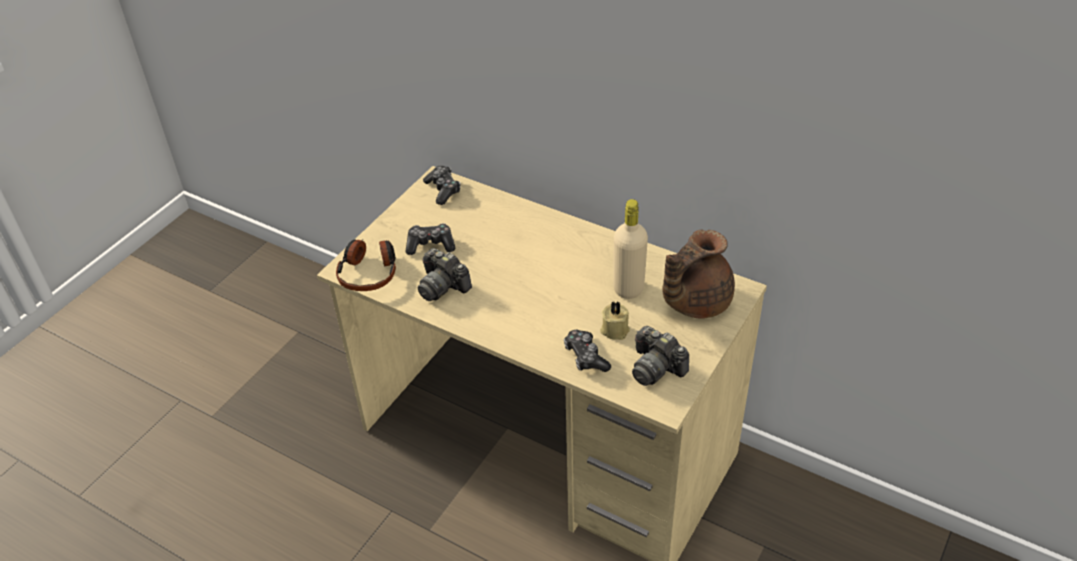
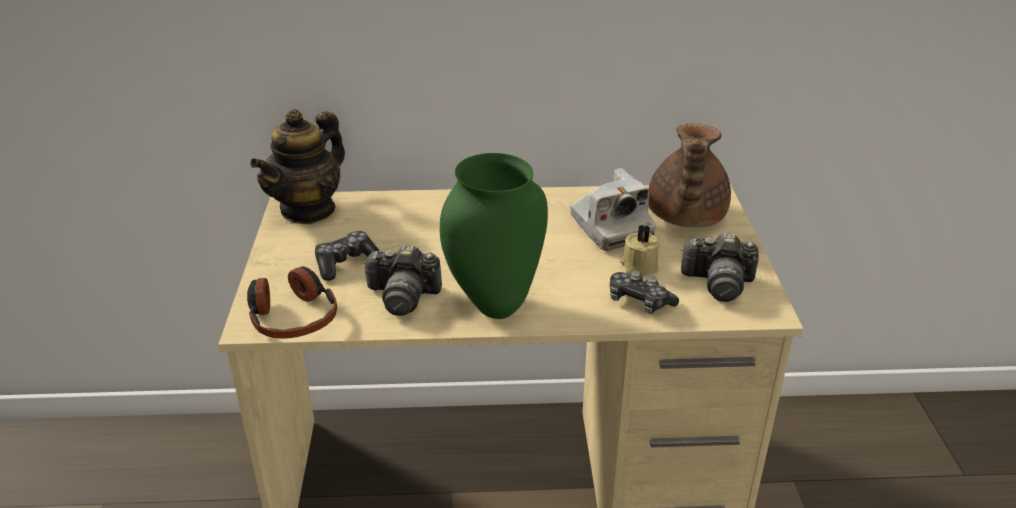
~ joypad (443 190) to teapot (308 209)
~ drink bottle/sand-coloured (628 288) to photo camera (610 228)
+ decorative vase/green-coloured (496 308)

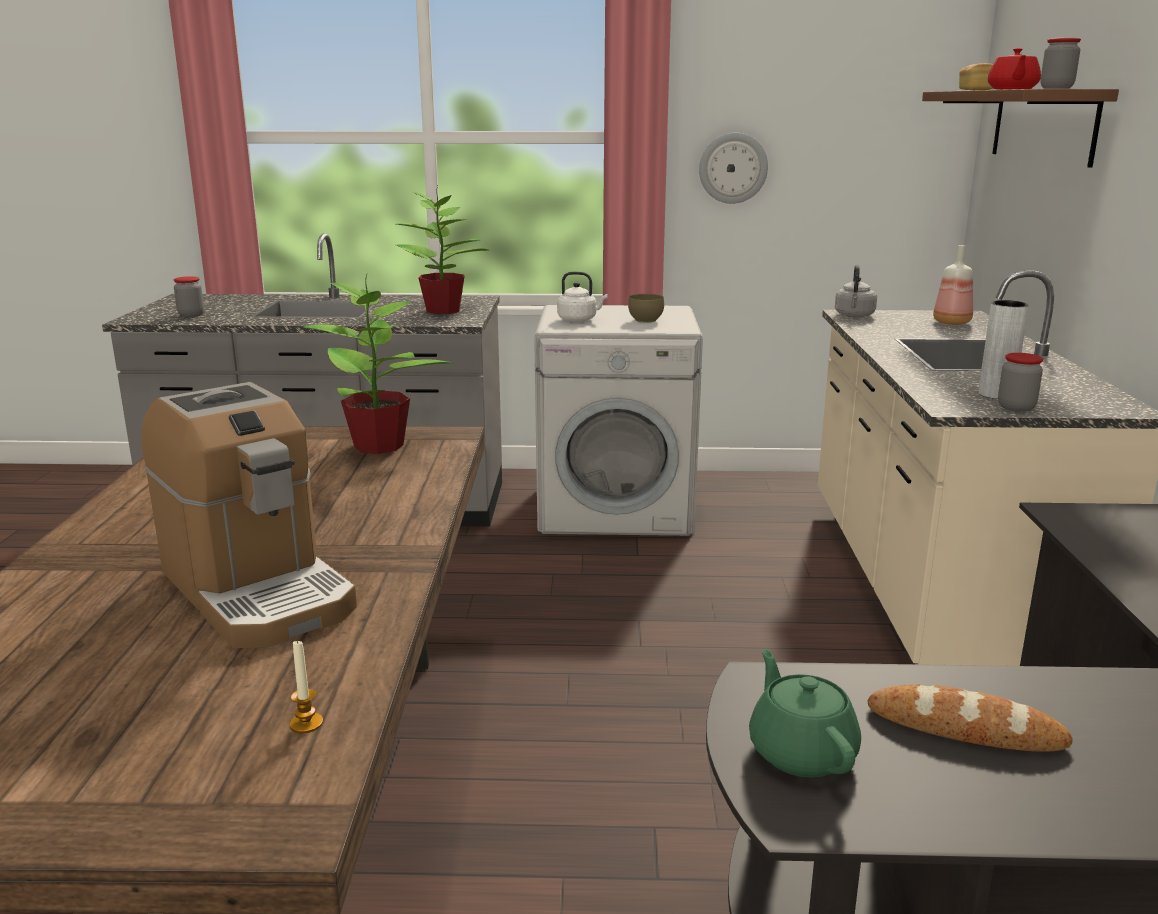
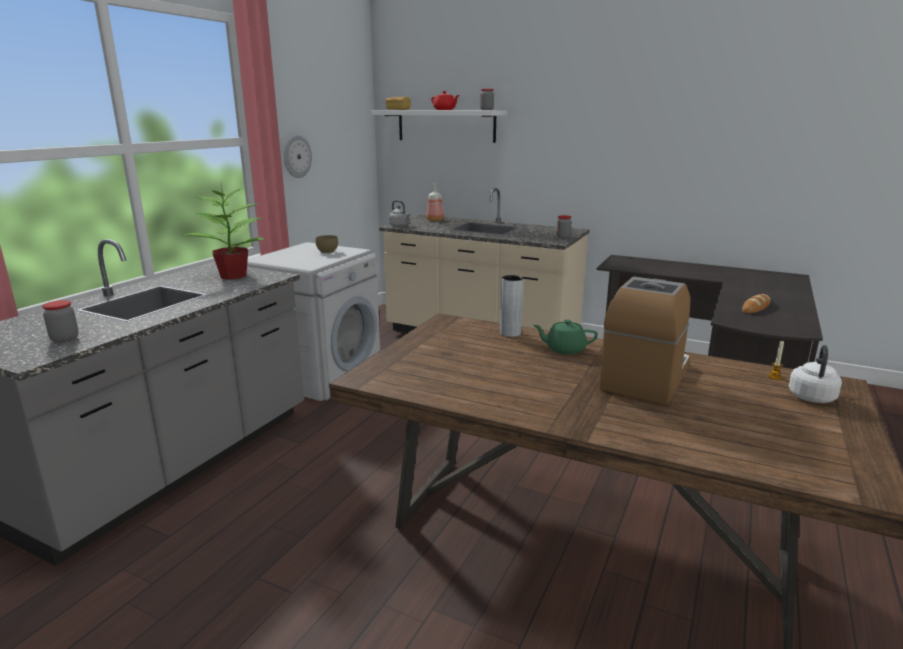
~ shelf/brown-coloured (1043 125) to shelf/whitish (446 126)
~ water kettle/whitish (579 320) to (811 396)
- potted plant (380 446)
~ decorative vase/grey (996 394) to (510 333)
~ coffee brewer (257 590) = (645 377) 45 degrees counterclockwise
~ teapot/green-coloured (801 751) to (564 349)

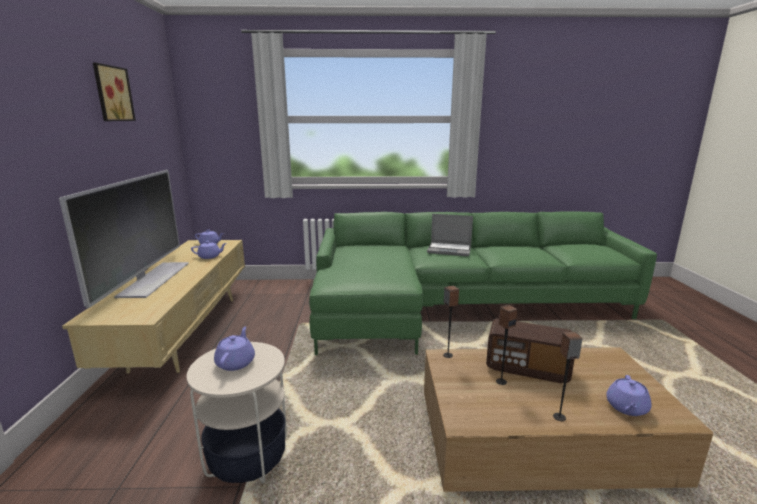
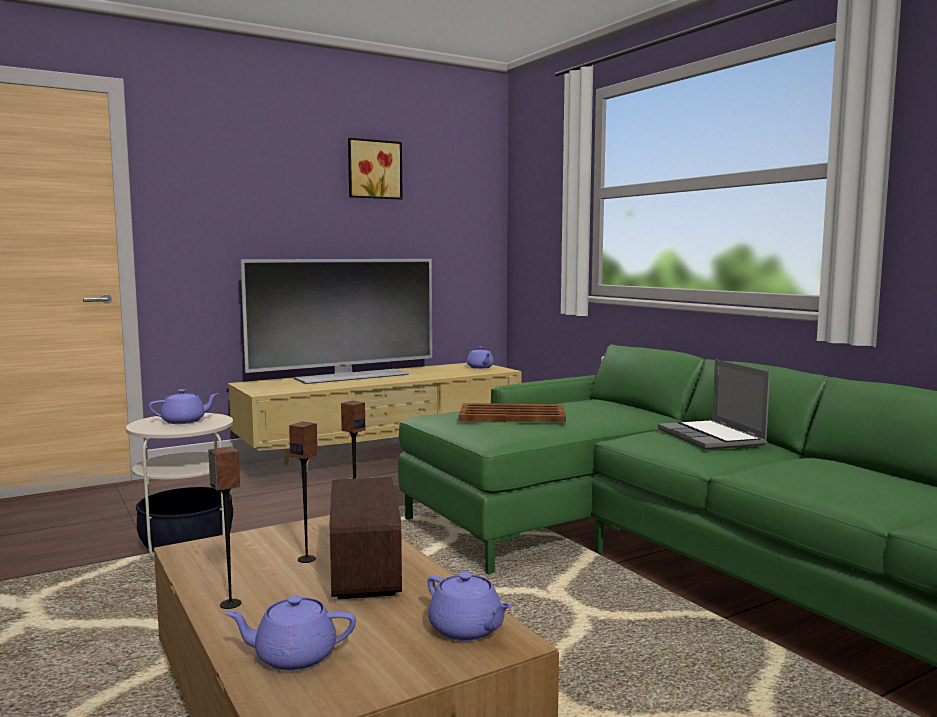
~ teapot/purplish (210 256) to (467 630)
+ tray/brown-coloured (513 415)

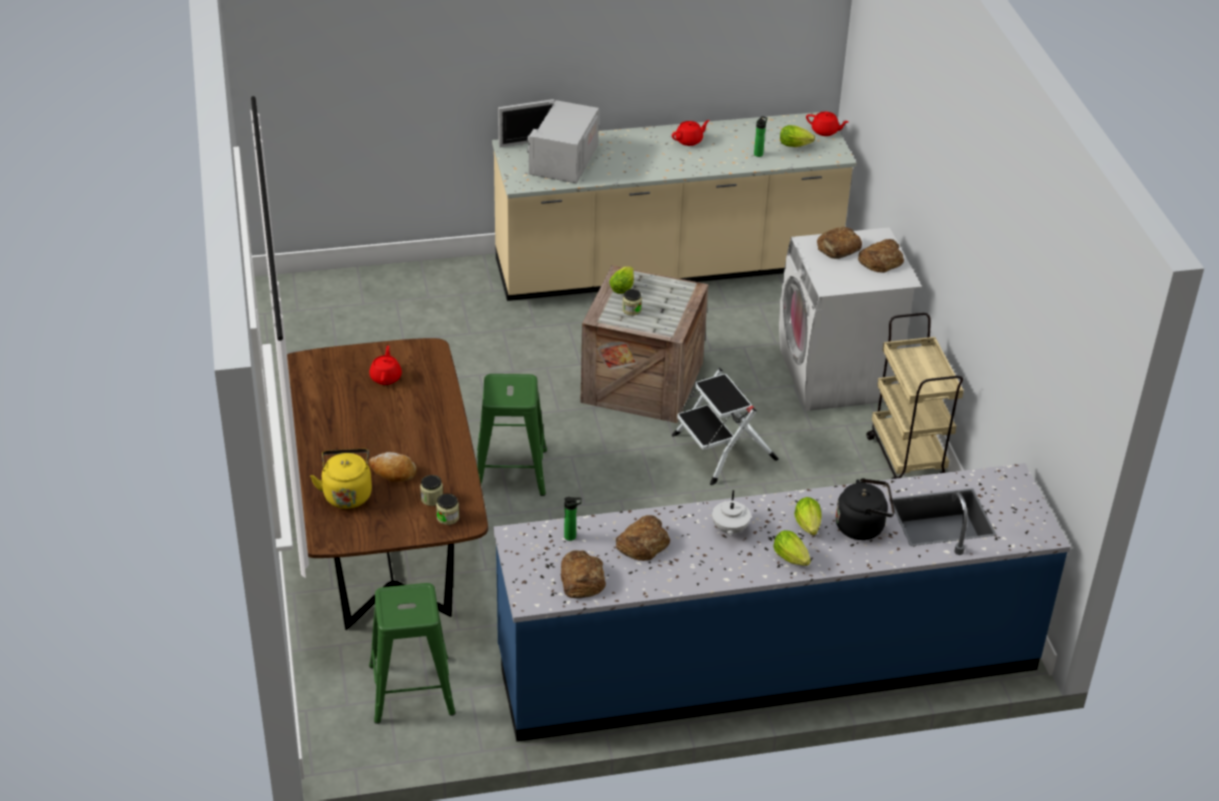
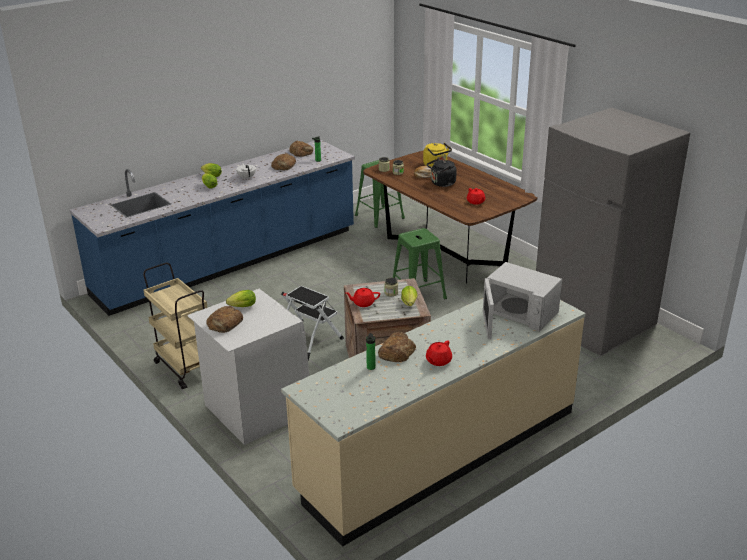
~ microwave/whitish (561 159) = (518 313) 135 degrees clockwise
~ teapot/red (825 131) to (363 303)
~ head of lettuce (796 145) to (241 307)
~ baked bread (838 247) to (396 351)
~ water kettle/black-coloured (863 526) to (442 184)
+ kitchen fridge/grey (593 321)

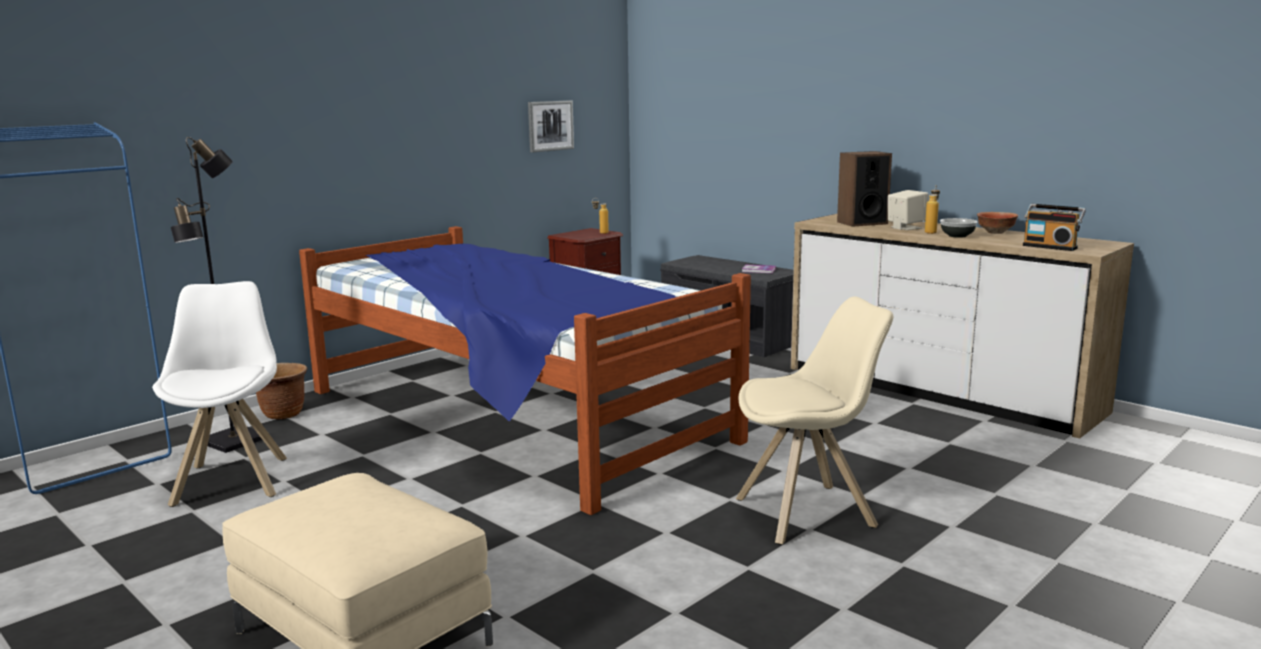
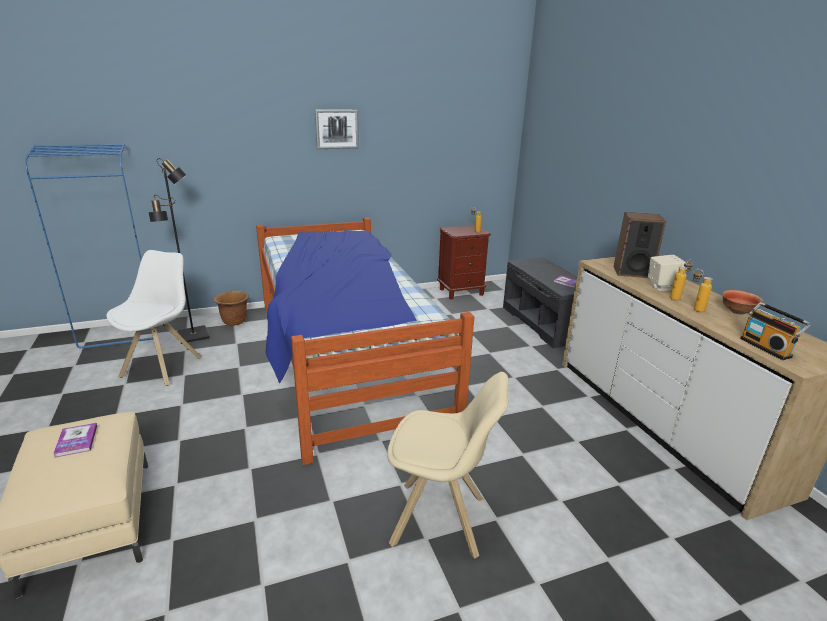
~ wall art (550 126) to (337 129)
~ bowl (957 236) to drink bottle (694 309)
+ book (76 441)

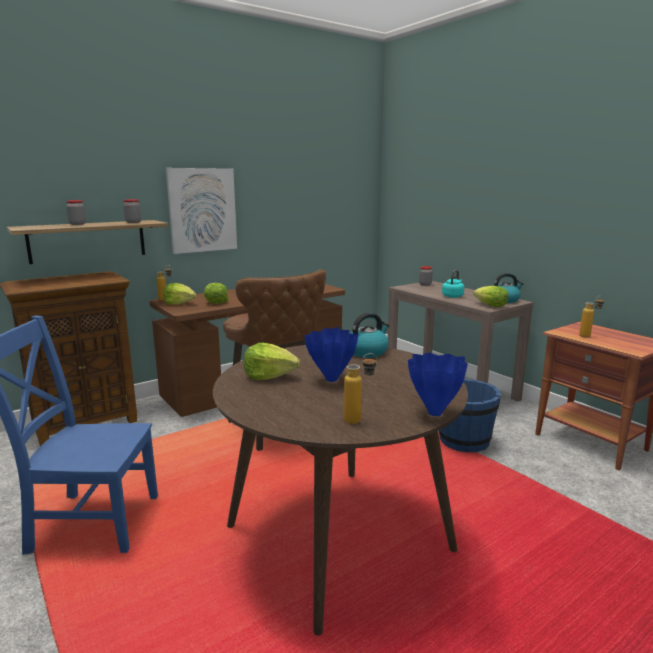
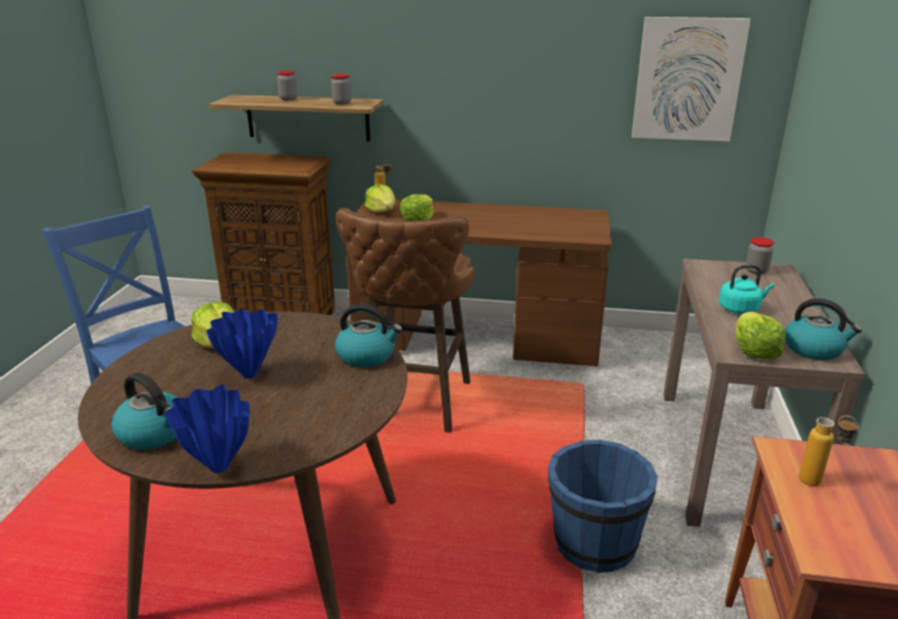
~ wall art (202 210) to (687 79)
~ drink bottle (359 420) to water kettle (154 433)

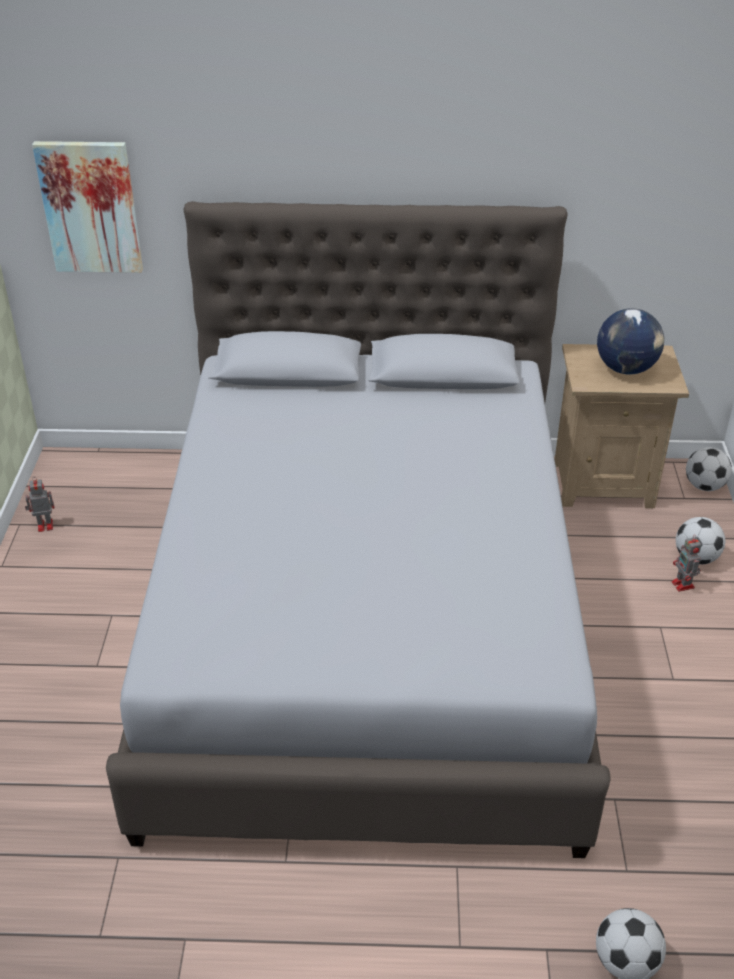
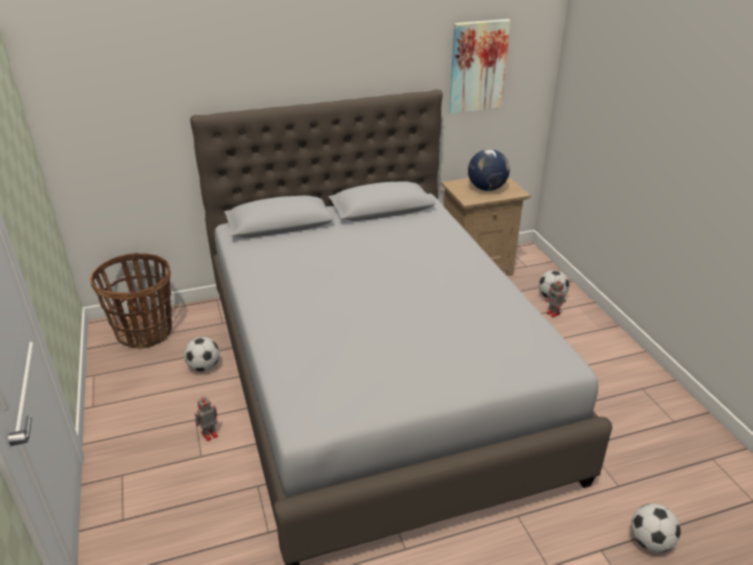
~ wall art (90 207) to (477 66)
~ football (704 486) to (204 367)
~ toy robot (44 525) to (209 435)
+ storage basket (145 332)

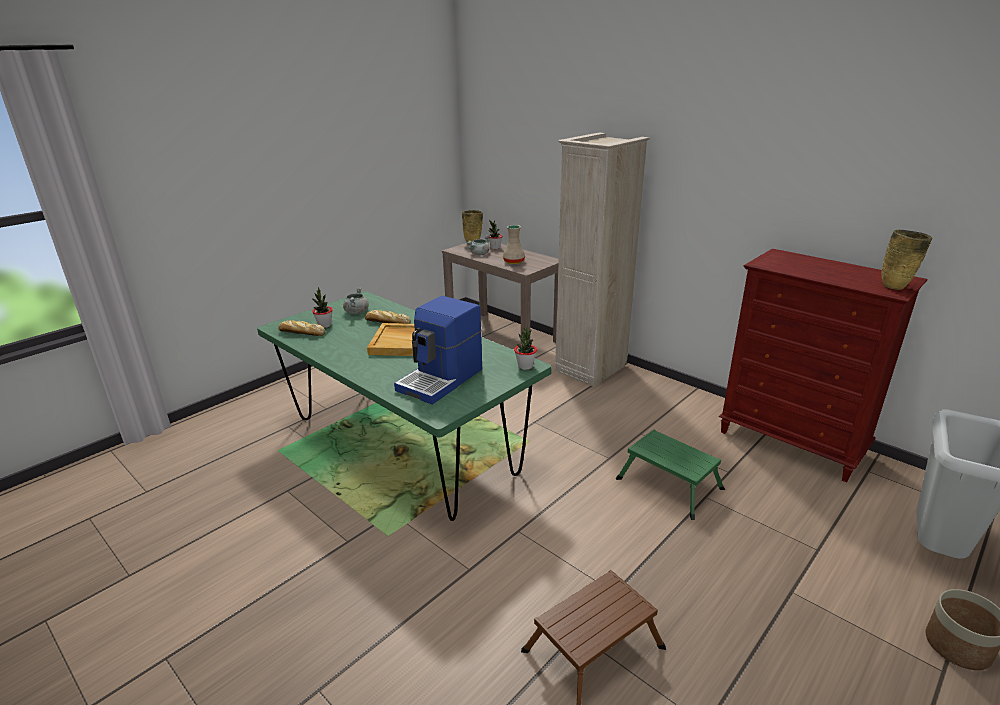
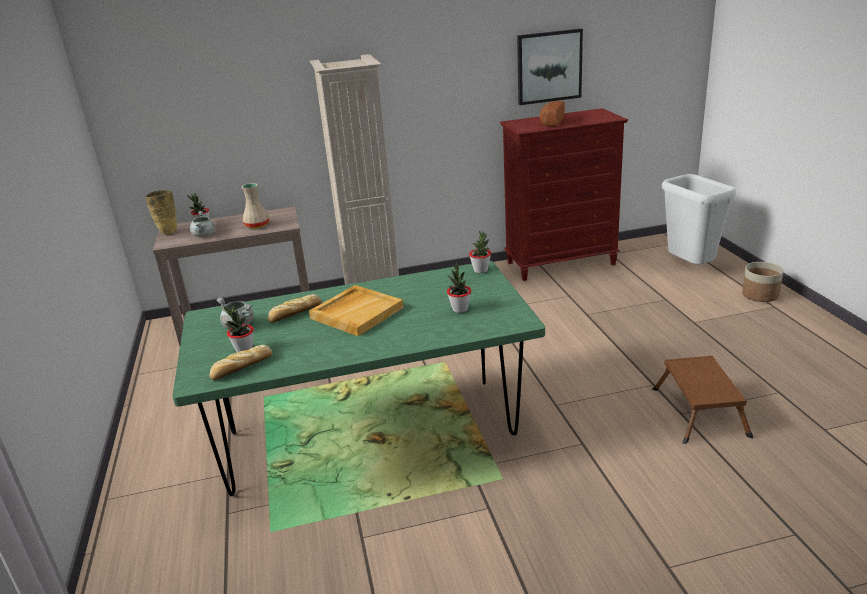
- decorative vase/sand-coloured (896 287)
~ coffee brewer (441 380) to potted plant (460 309)
- stepladder/green-coloured (670 484)
+ wall art (549 66)
+ baked bread (550 122)

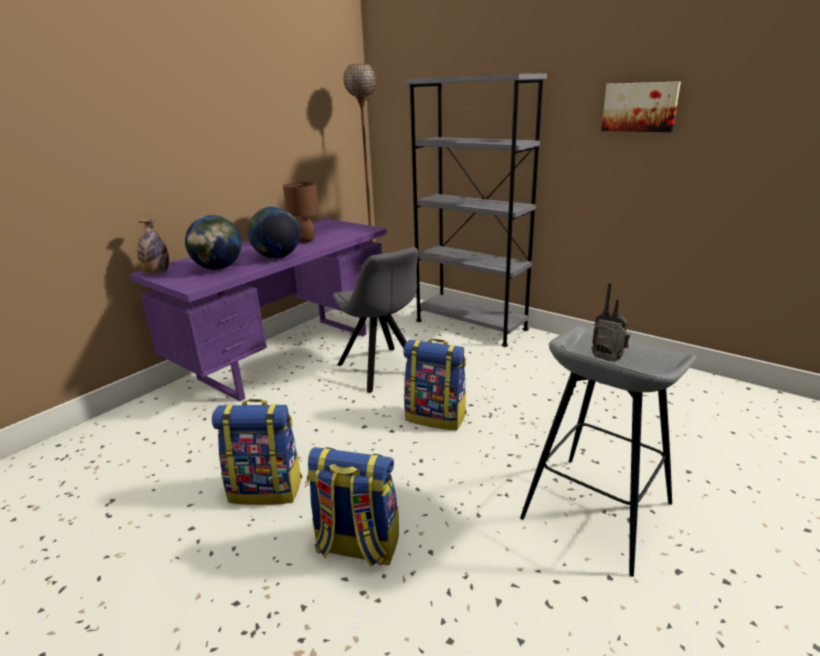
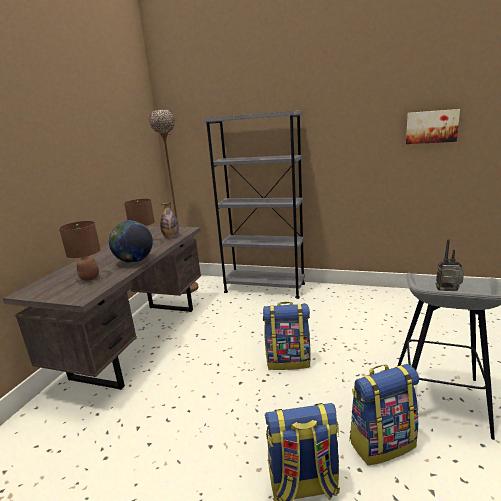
~ wall art (640 107) to (431 127)
~ globe (218 268) to table lamp/brown-coloured (90 278)
~ desk unit/purplish (288 354) to desk unit/brown-coloured (139 339)
~ drink bottle (157 273) to (171 237)
- plain chair/grey (381 369)
~ rucksack (267 489) to (381 442)

